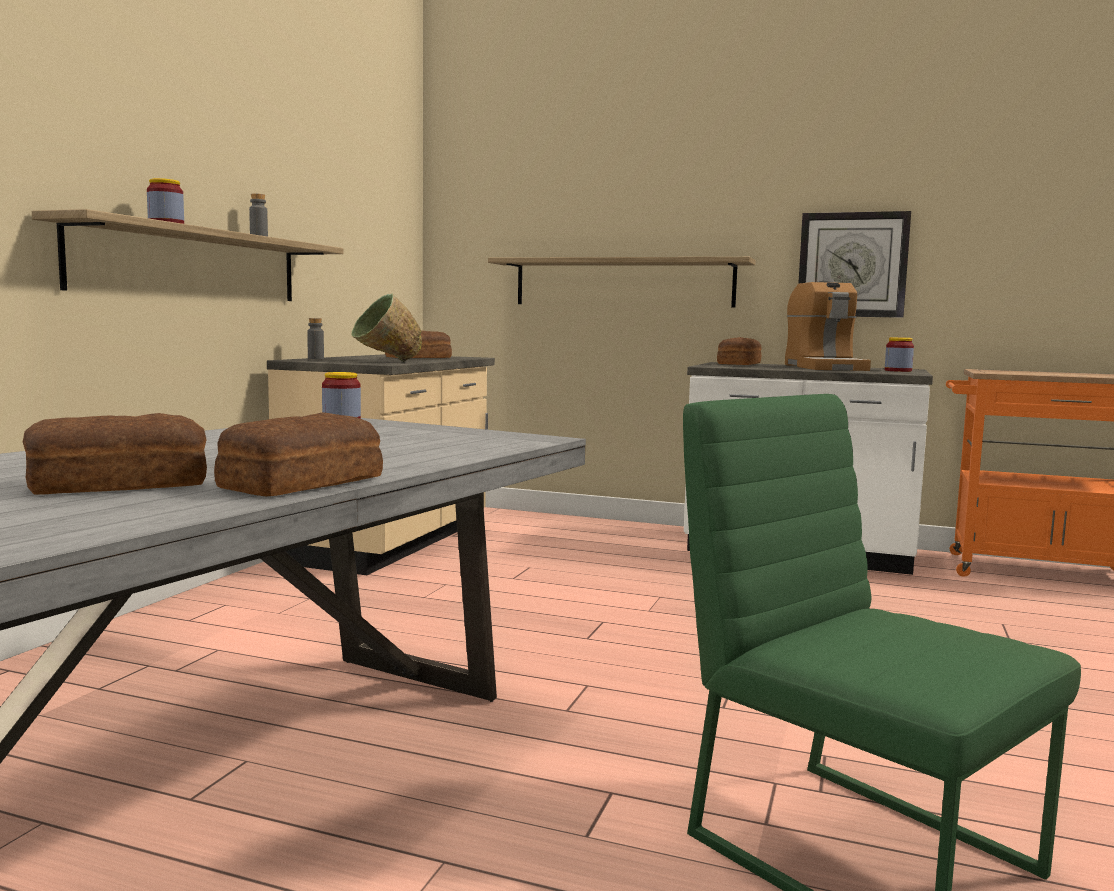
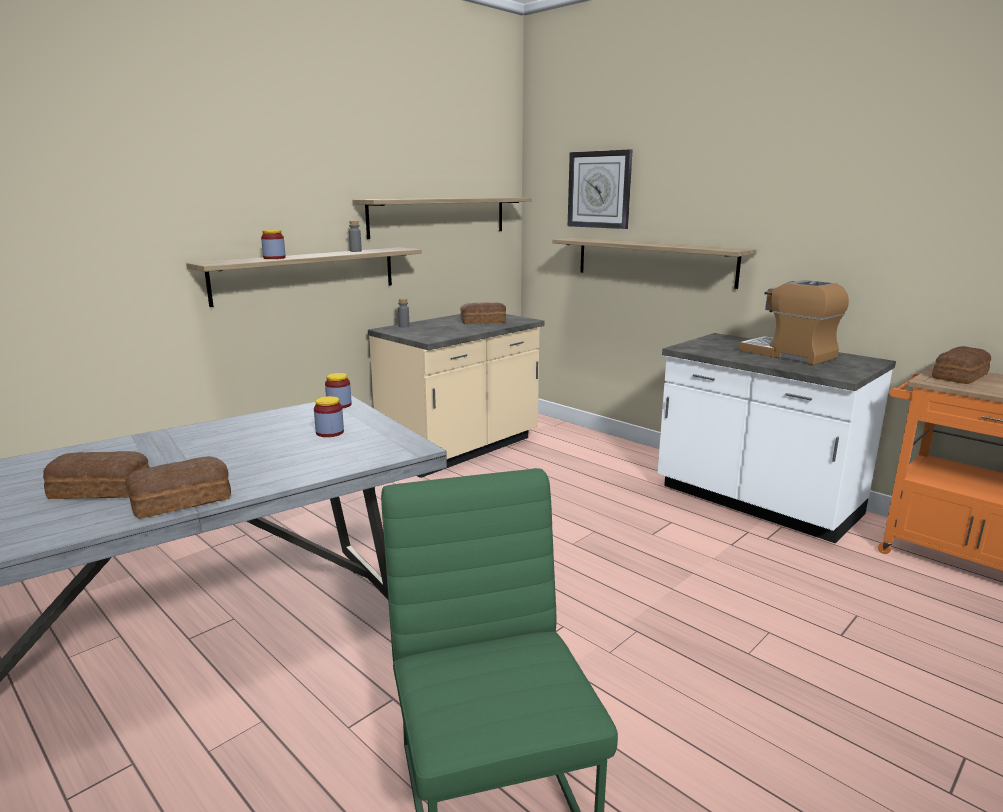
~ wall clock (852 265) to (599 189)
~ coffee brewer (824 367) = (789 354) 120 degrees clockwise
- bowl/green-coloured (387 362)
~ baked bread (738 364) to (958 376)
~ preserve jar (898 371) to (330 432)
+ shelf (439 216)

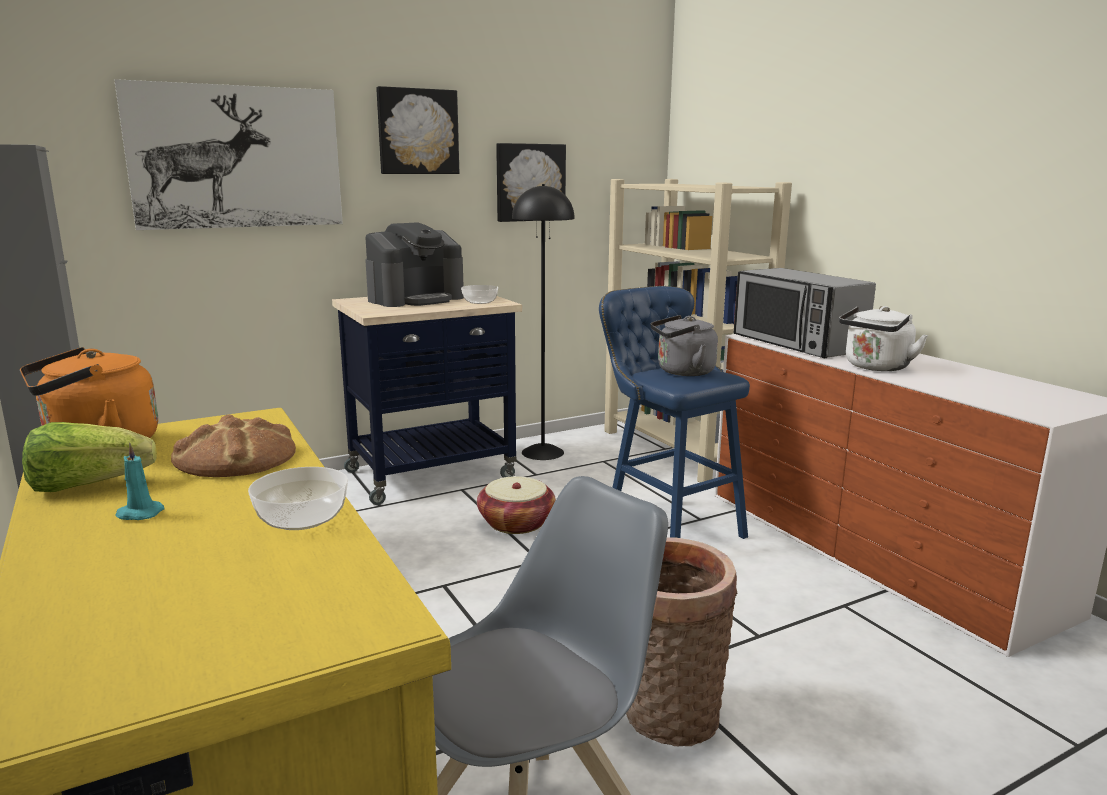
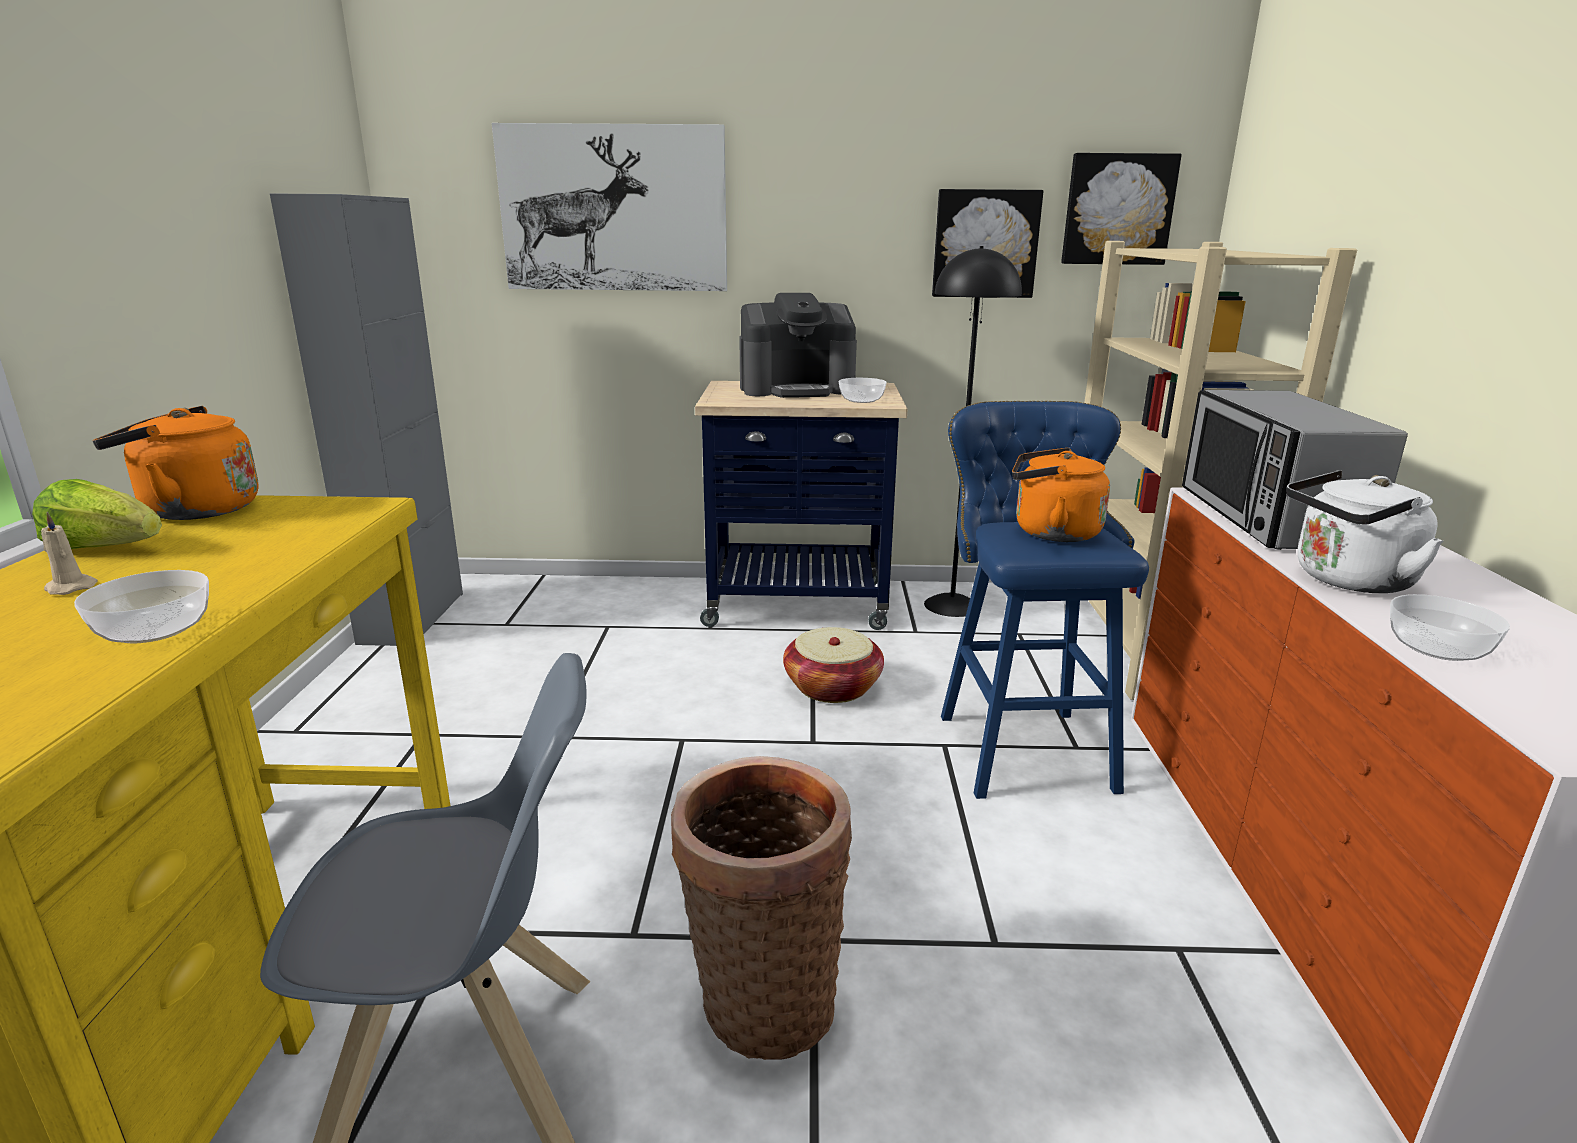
~ wall art (417 132) to (1117 210)
~ water kettle/grey (682 372) to water kettle/orange (1050 533)
- baked bread (236 458)
~ wax candle/blue-green (138 514) to wax candle/sand-coloured (70 588)
+ bowl (1437 647)

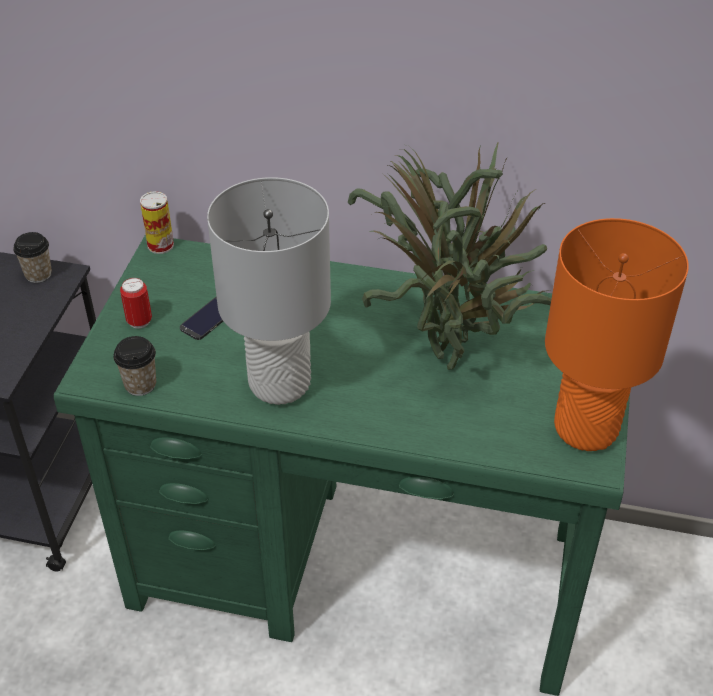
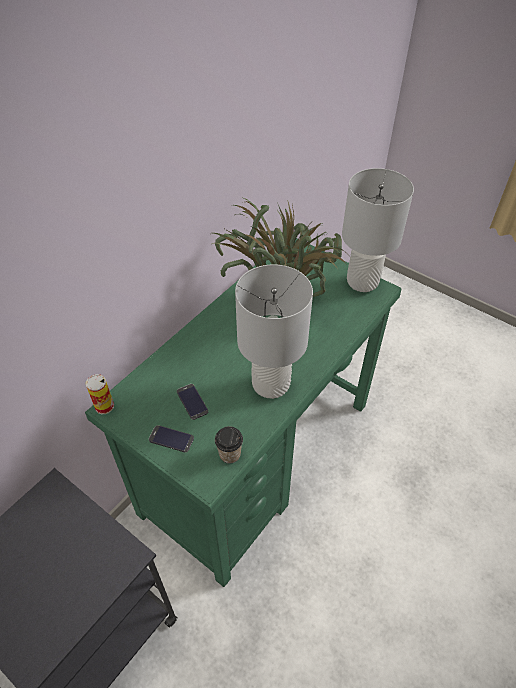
~ table lamp/orange (584 433) to table lamp/grey (362 284)
- small cup (38 274)
~ metal can (139 321) to handset (171 439)

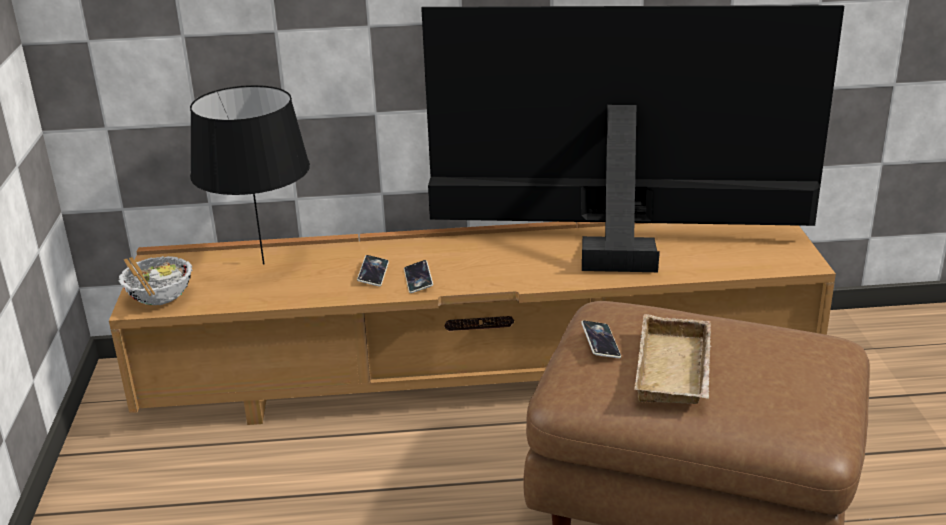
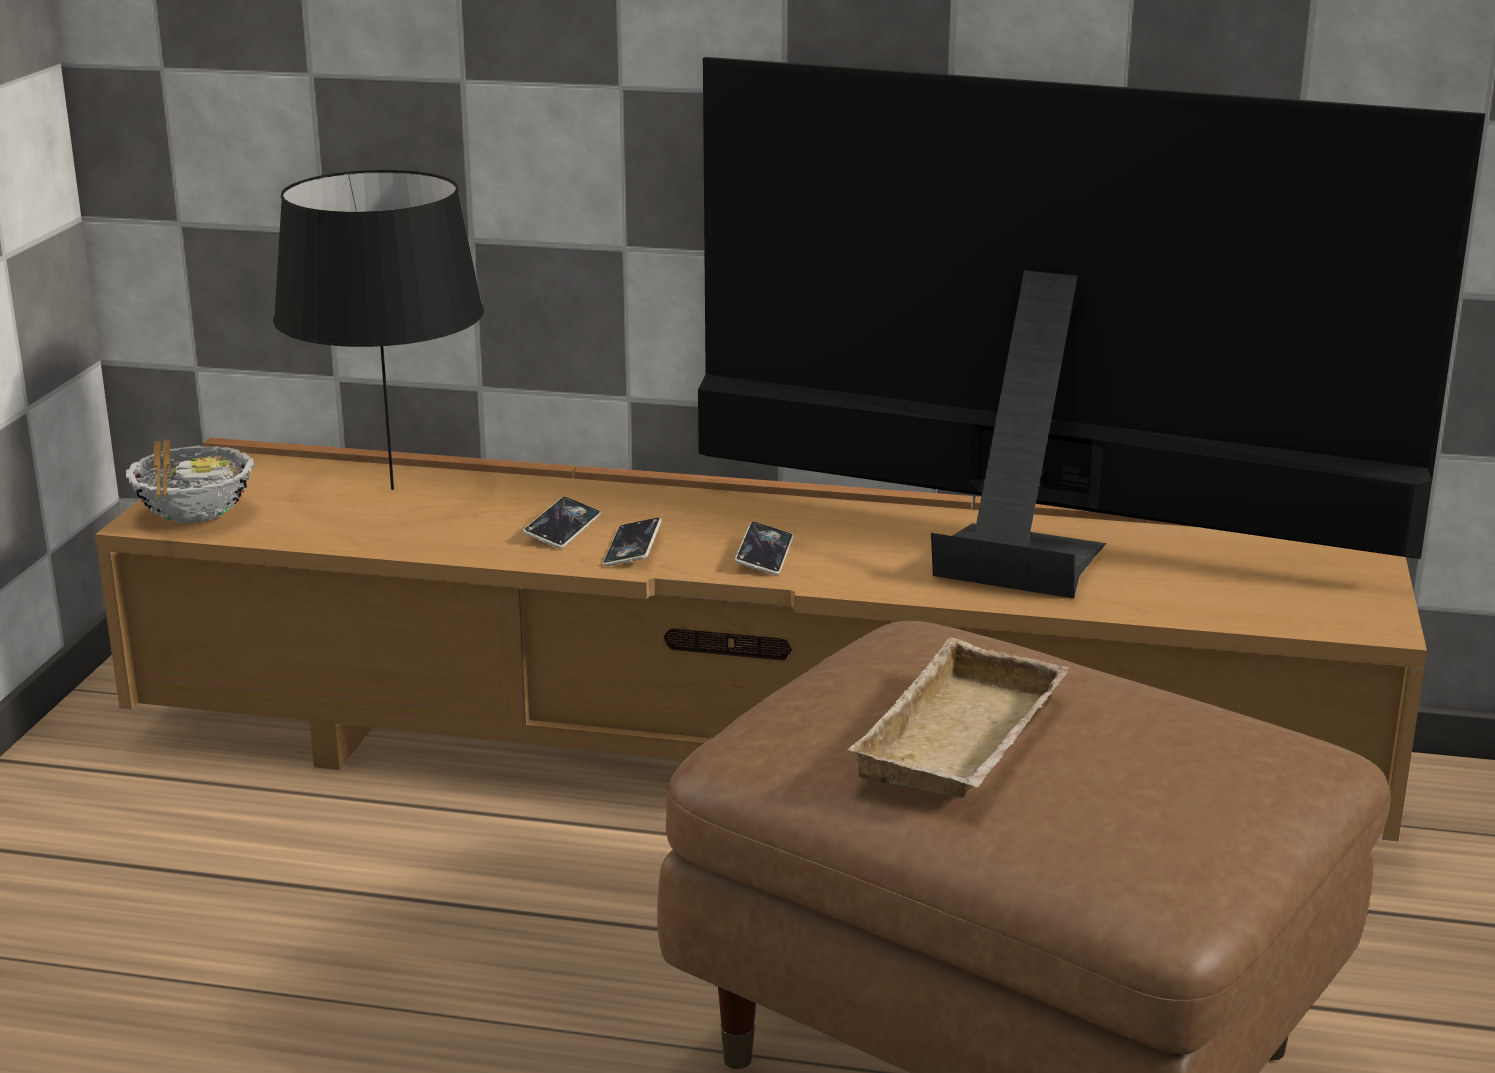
~ handset (600 343) to (764 554)

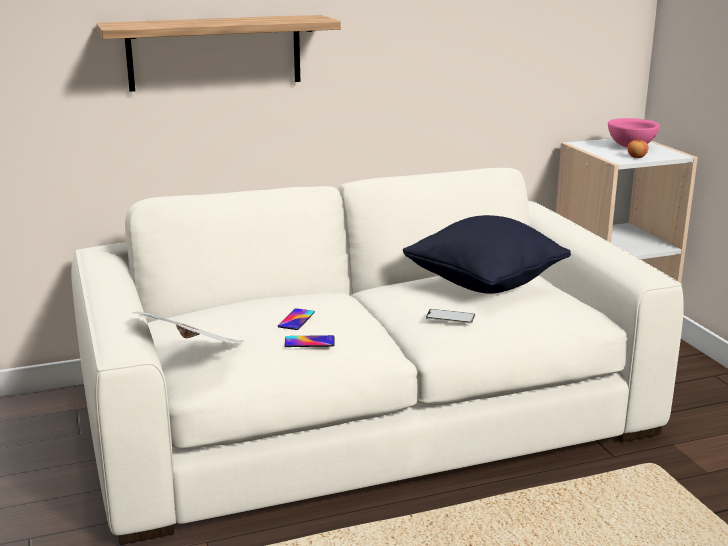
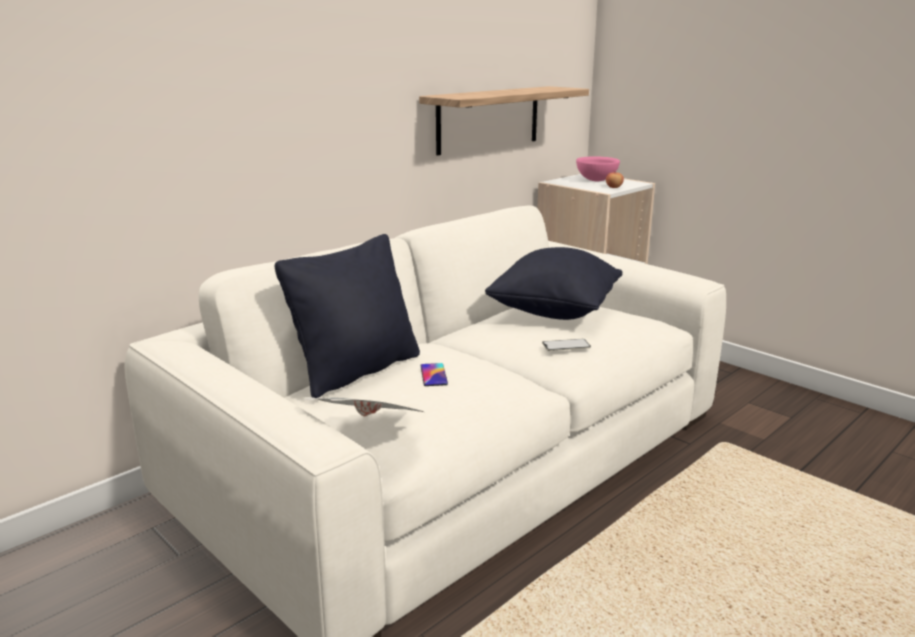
~ shelf (215 52) to (488 119)
- handset (309 342)
+ throw pillow/black-coloured (357 371)

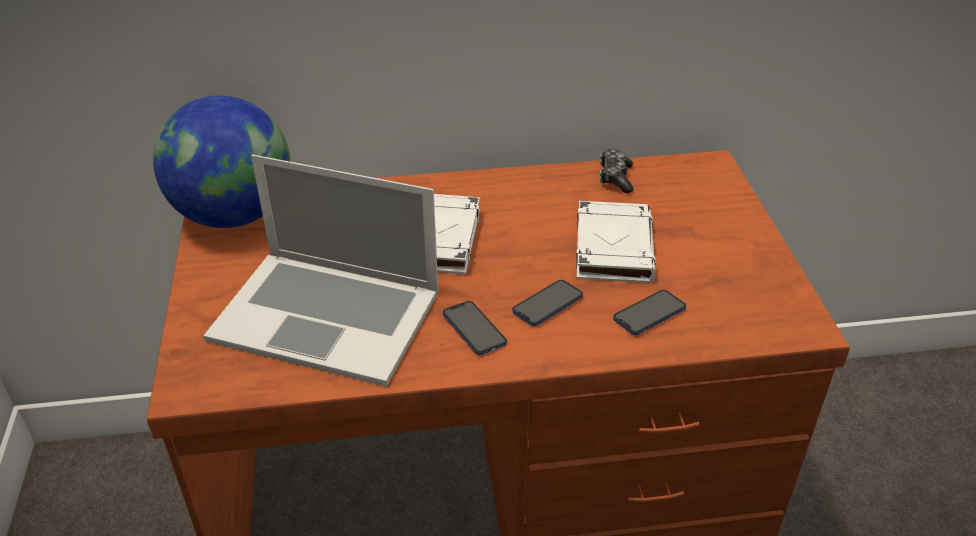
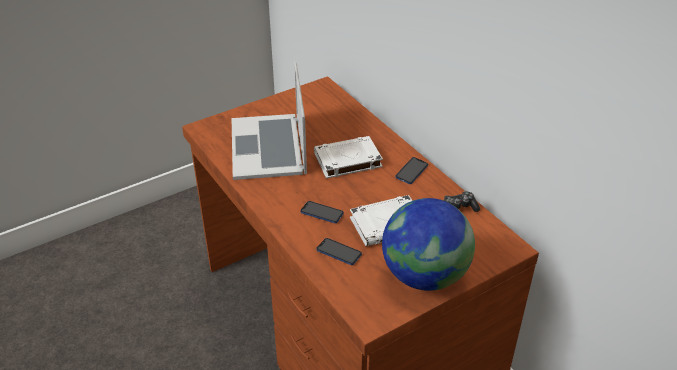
~ globe (234 215) to (424 275)
~ handset (474 329) to (411 171)

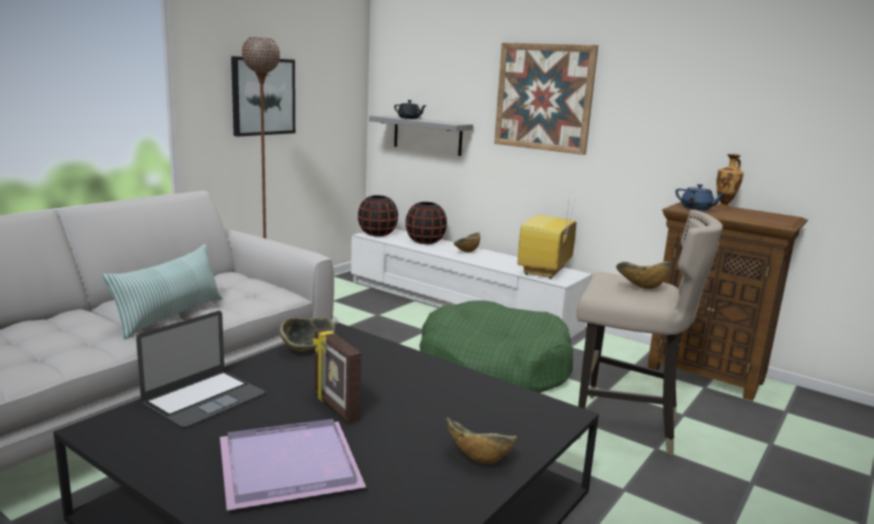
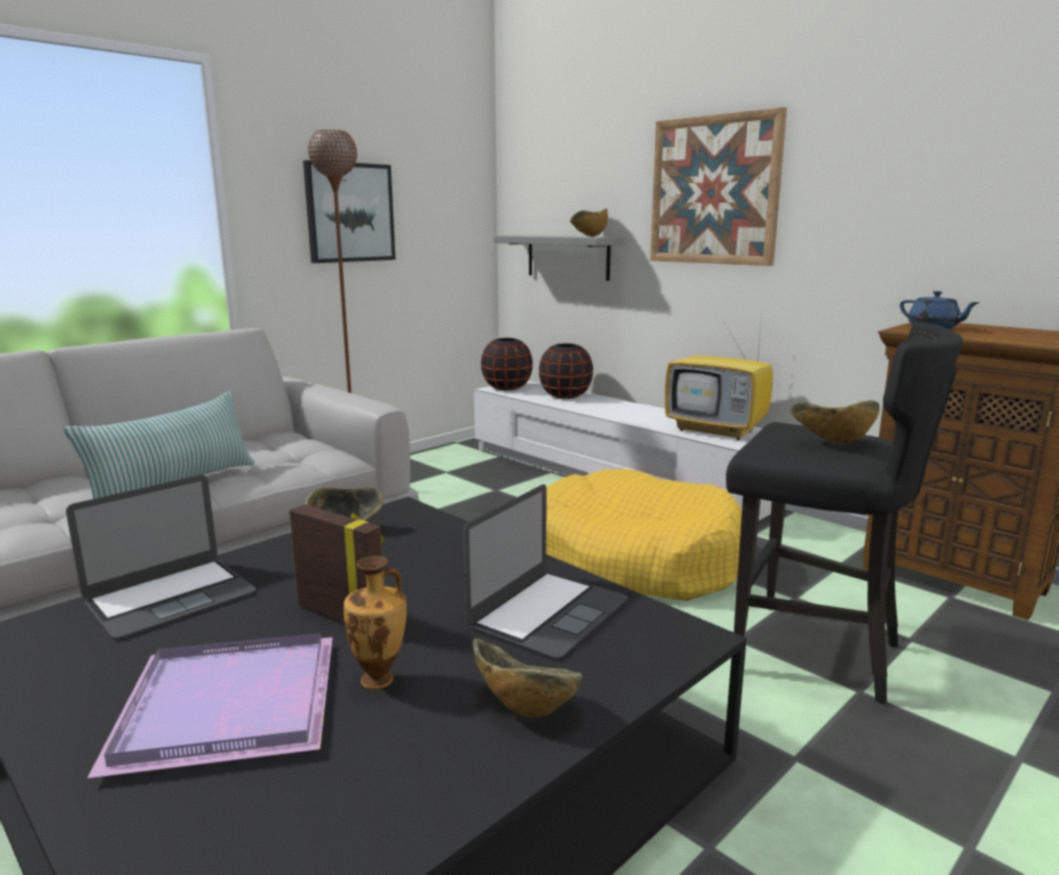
- teapot/black-coloured (409 118)
~ decorative vase (724 206) to (379 680)
~ TV set (545 271) = (718 430) 90 degrees counterclockwise
~ stool/sand-coloured (623 425) to stool/black-coloured (812 653)
~ bowl (466 252) to (589 236)
~ pet bed/green-coloured (494 366) to pet bed/yellowish (635 559)
~ photo frame (335 408) = (342 616) 150 degrees clockwise
+ laptop (549 612)

